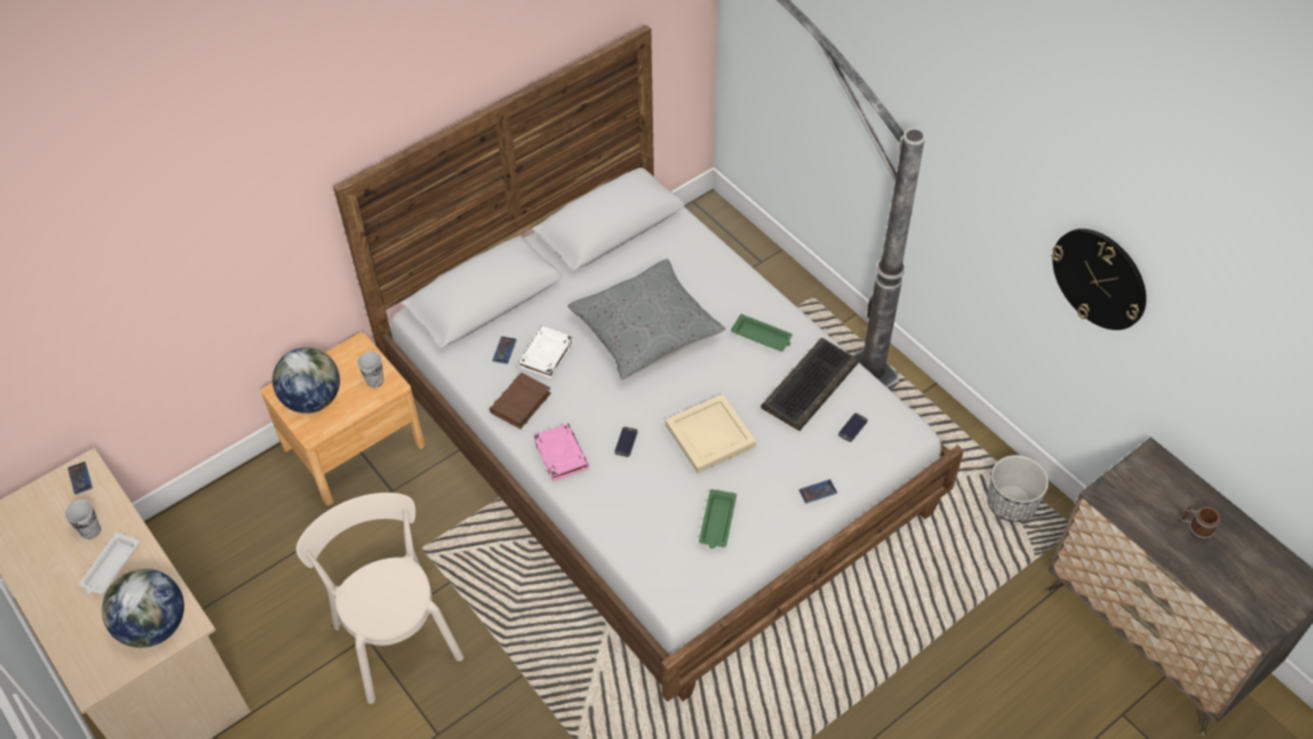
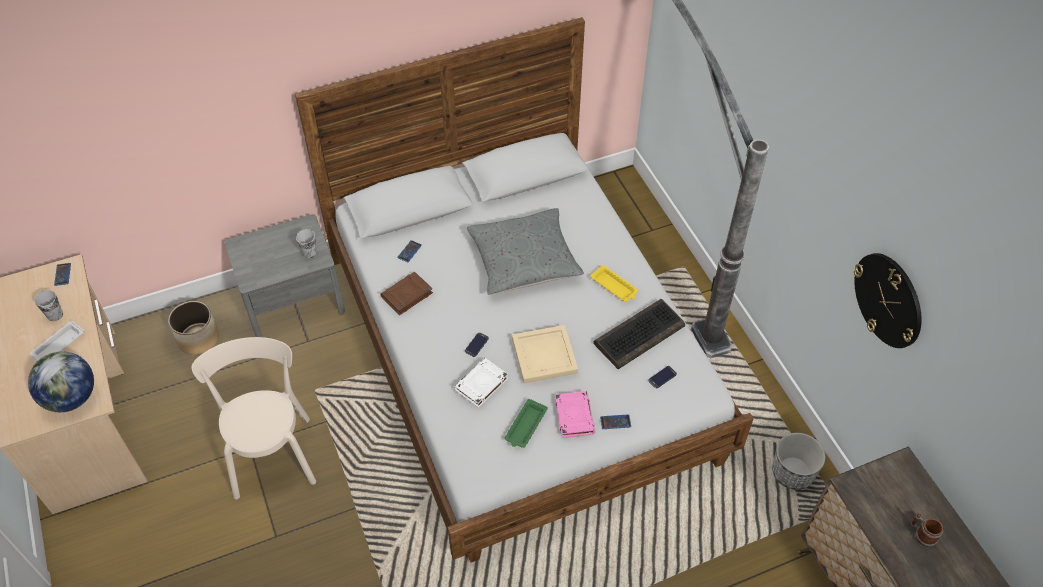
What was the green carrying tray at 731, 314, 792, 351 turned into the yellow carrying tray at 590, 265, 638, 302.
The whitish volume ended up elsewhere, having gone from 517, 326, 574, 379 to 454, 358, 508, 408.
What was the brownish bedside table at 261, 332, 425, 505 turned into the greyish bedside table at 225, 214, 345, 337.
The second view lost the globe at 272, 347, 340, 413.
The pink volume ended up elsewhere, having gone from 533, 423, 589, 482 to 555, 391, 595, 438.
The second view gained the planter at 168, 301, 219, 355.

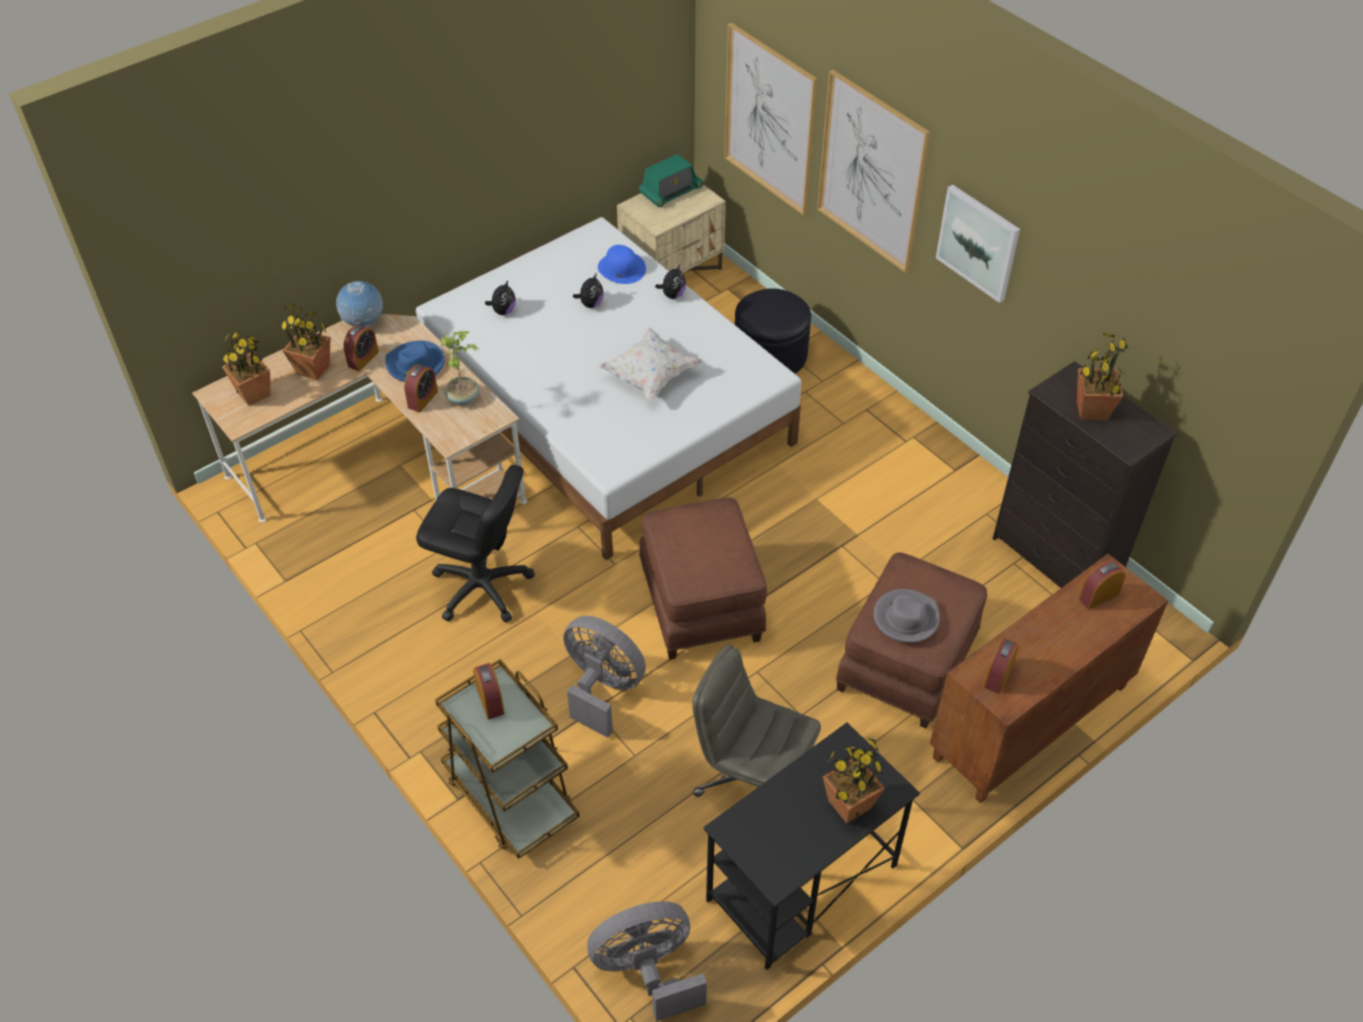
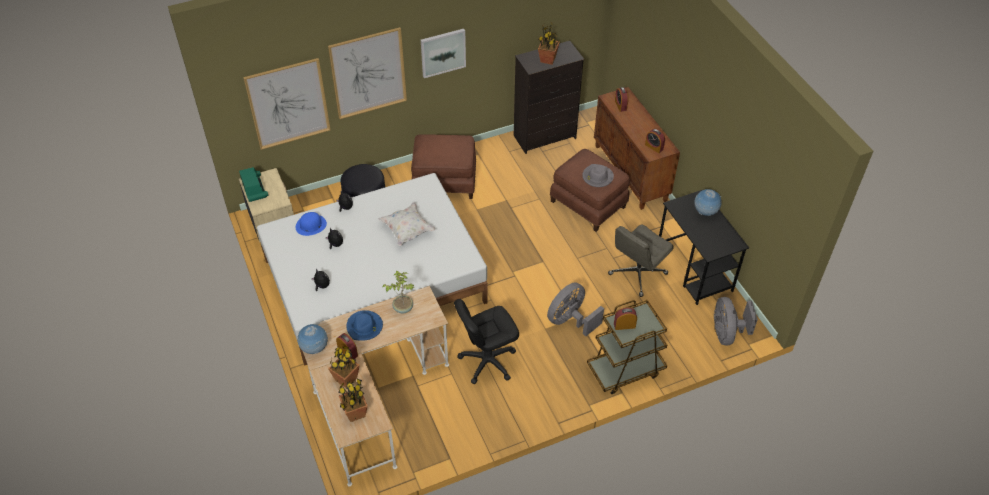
The second view lost the bedside clock at 404, 364, 438, 412.
The black computer chair at 416, 465, 535, 622 ended up facing another way, 150 degrees counterclockwise from before.
The brownish pouffe ended up elsewhere, having gone from 639, 497, 767, 660 to 411, 134, 476, 199.
Where the houseplant stood at 822, 738, 885, 824, the globe came to stand at 694, 189, 722, 216.

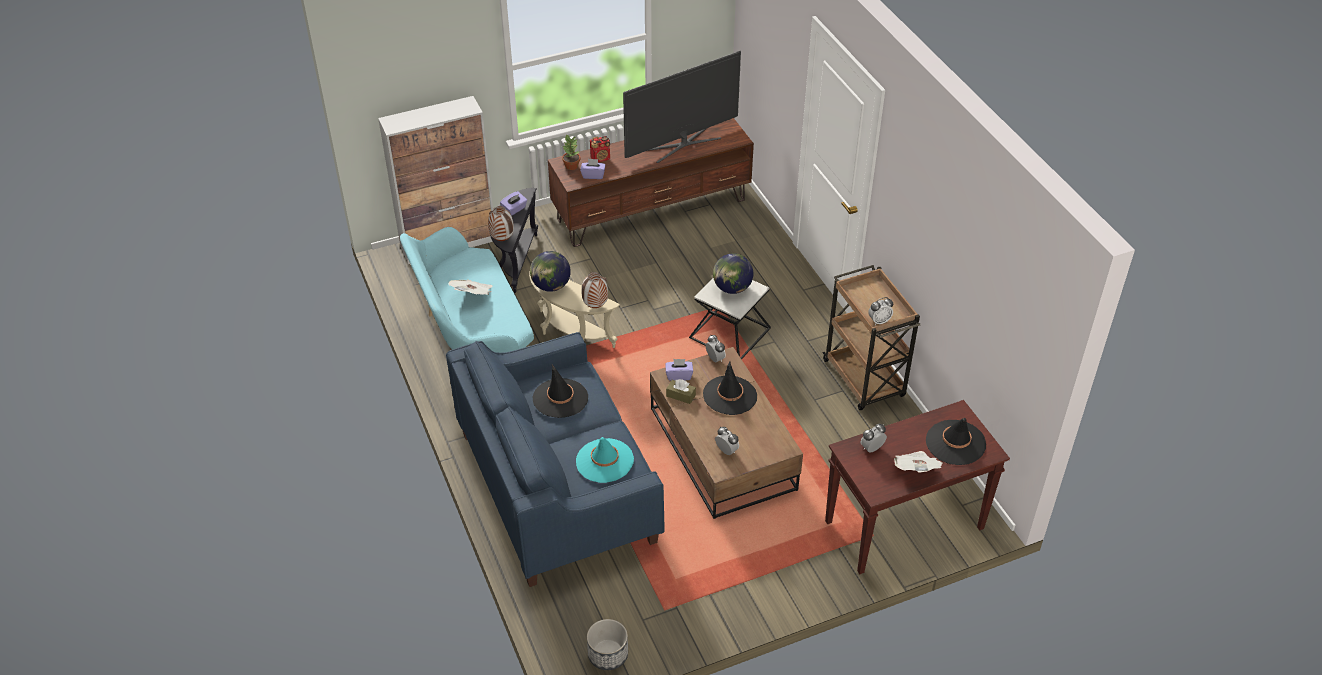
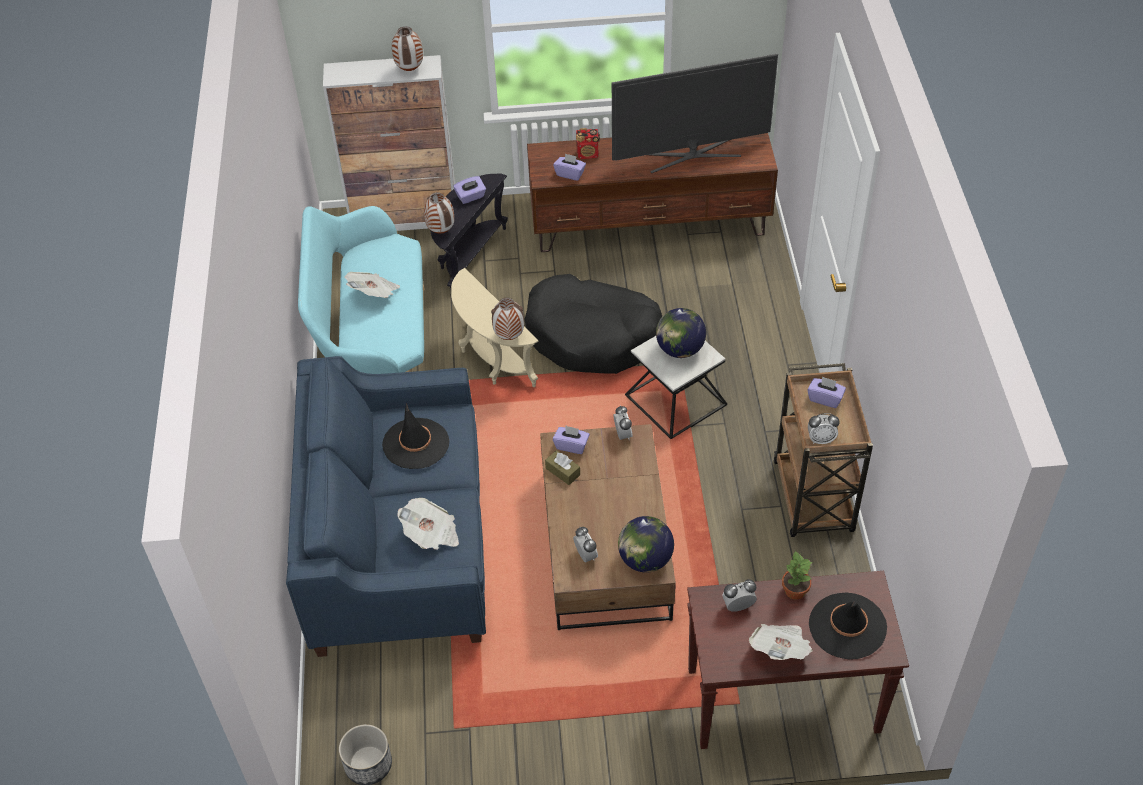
The houseplant ended up elsewhere, having gone from 562, 135, 580, 170 to 782, 551, 812, 600.
The globe ended up elsewhere, having gone from 530, 251, 571, 292 to 618, 516, 674, 573.
The second view lost the black wearable hat at 703, 361, 757, 415.
Where the turquoise-coloured wearable hat stood at 576, 437, 634, 483, the daily paper came to stand at 397, 498, 459, 550.
The second view gained the flower vase at 392, 26, 423, 71.
The second view gained the black pet bed at 525, 274, 662, 374.
The second view gained the purple-coloured tissue box at 808, 376, 846, 408.

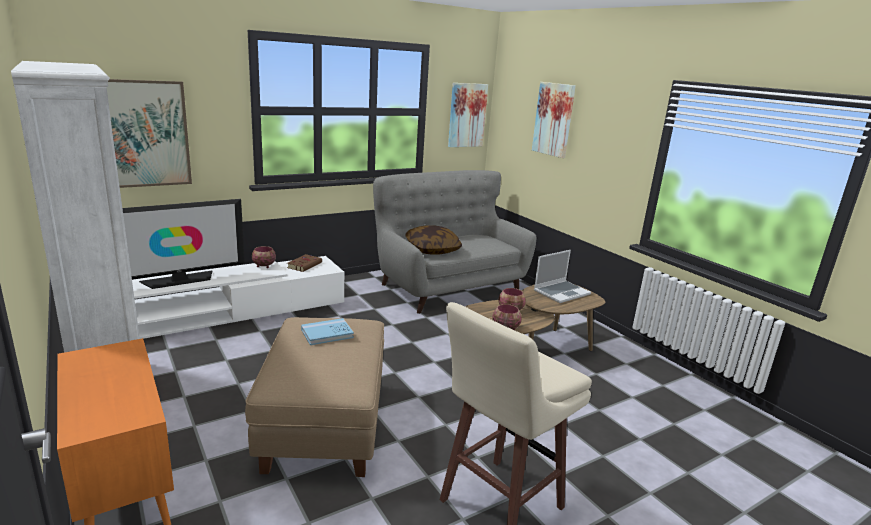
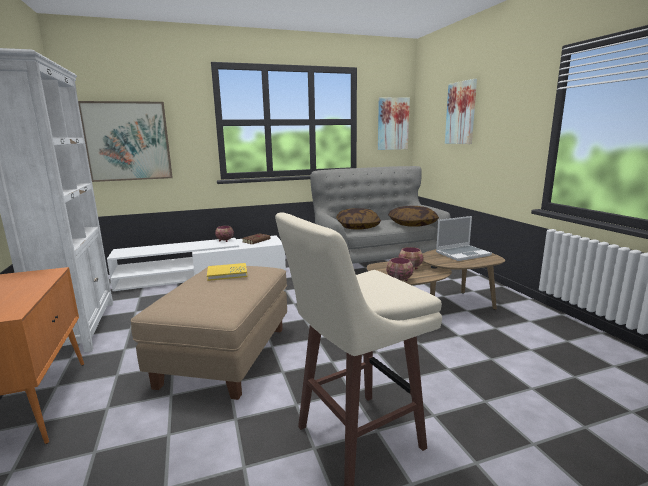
The second view lost the television at 122, 199, 245, 289.
What was the blue volume at 301, 318, 354, 345 turned into the yellow volume at 207, 263, 247, 281.
The second view gained the pillow at 388, 206, 439, 227.

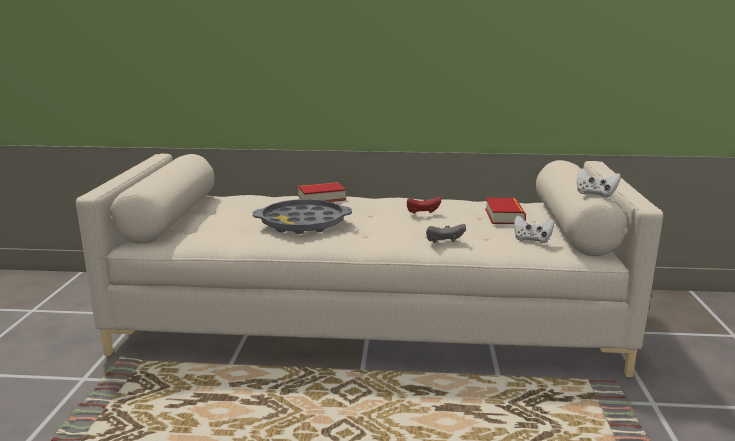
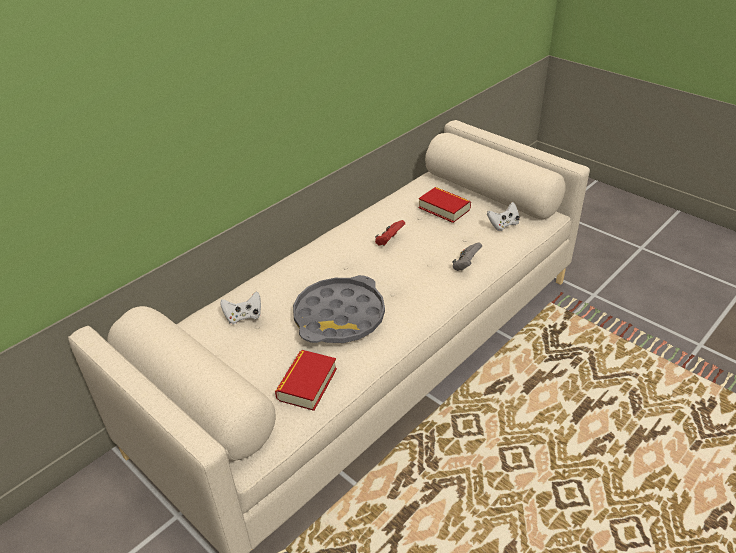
The whitish joypad ended up elsewhere, having gone from 577, 168, 621, 197 to 220, 291, 261, 324.
The volume ended up elsewhere, having gone from 298, 182, 346, 202 to 275, 350, 337, 411.

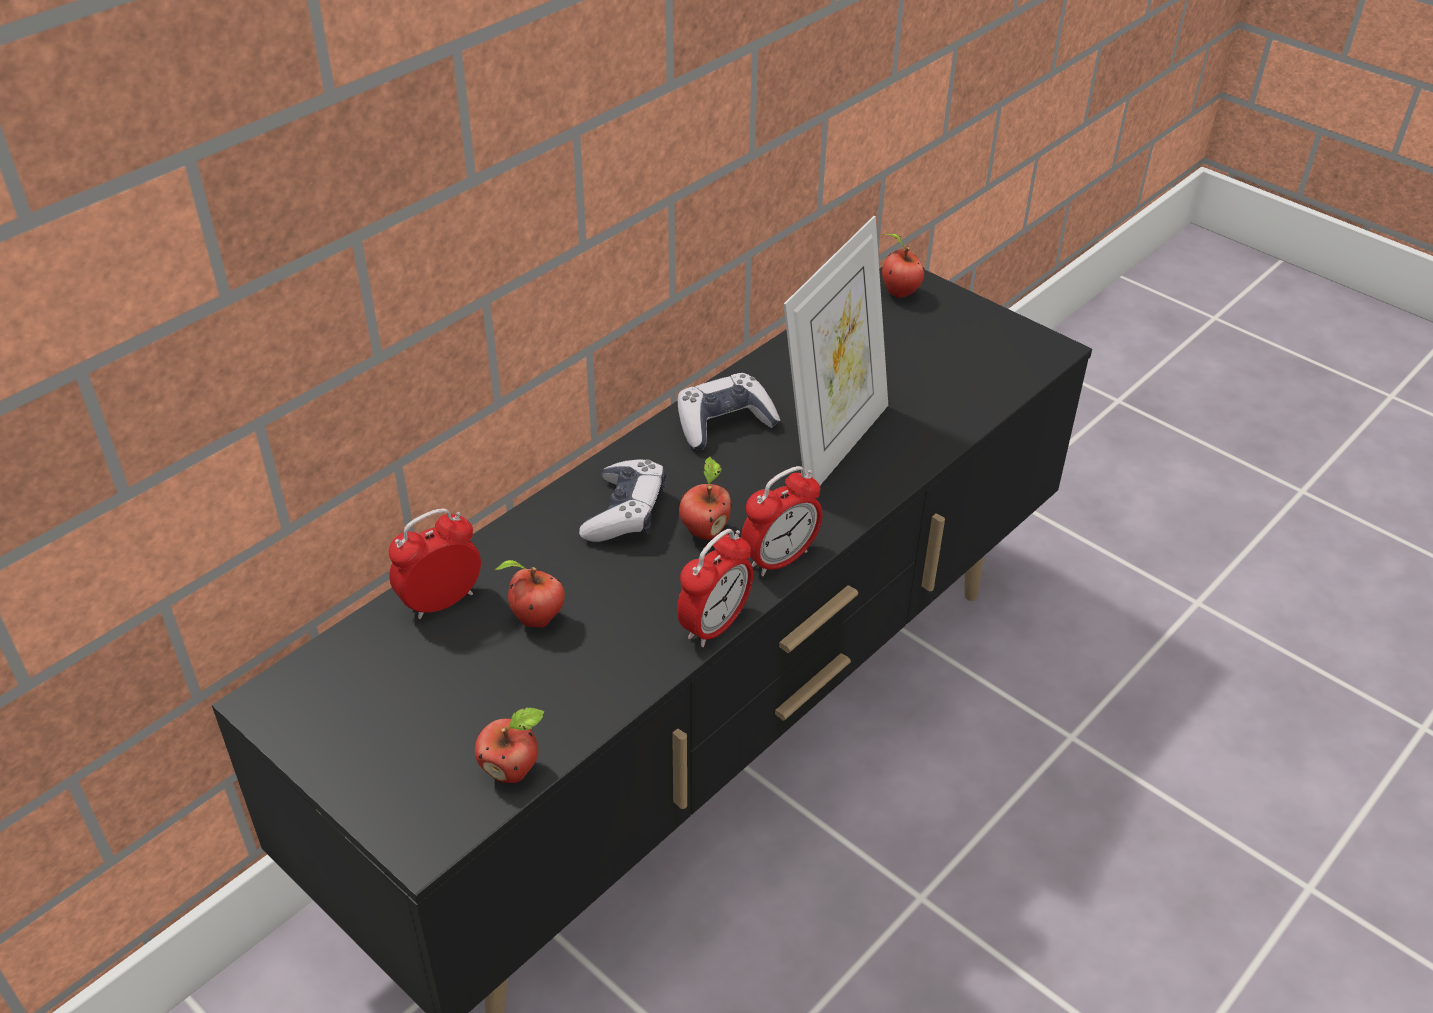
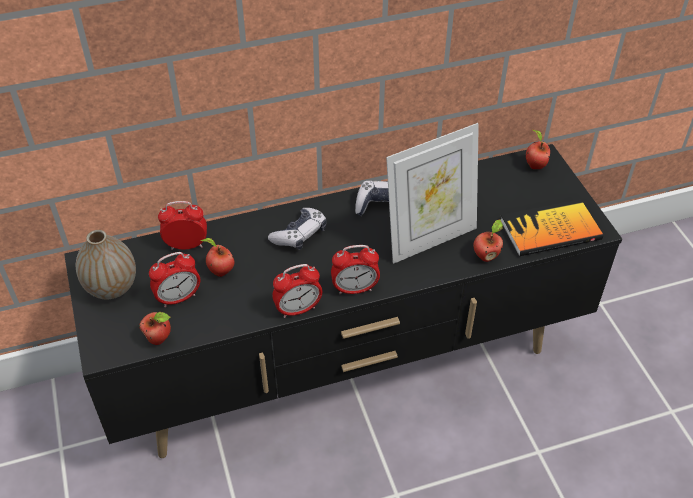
The apple fruit ended up elsewhere, having gone from 679, 457, 732, 540 to 473, 219, 503, 262.
The second view gained the volume at 501, 199, 603, 256.
The second view gained the flower vase at 76, 230, 136, 299.
The second view gained the bedside clock at 149, 252, 200, 307.

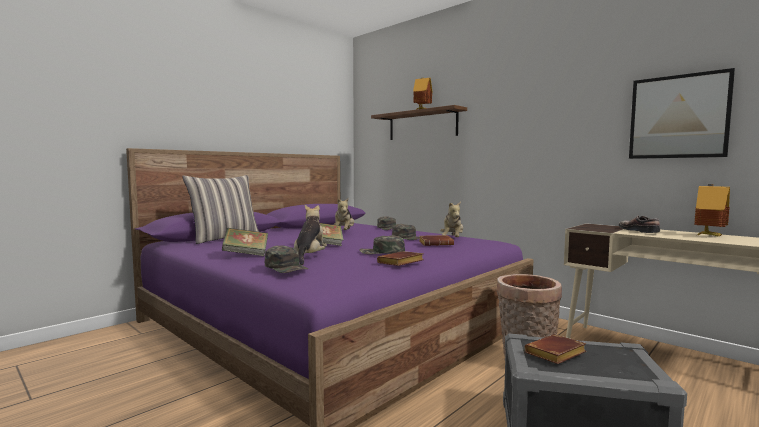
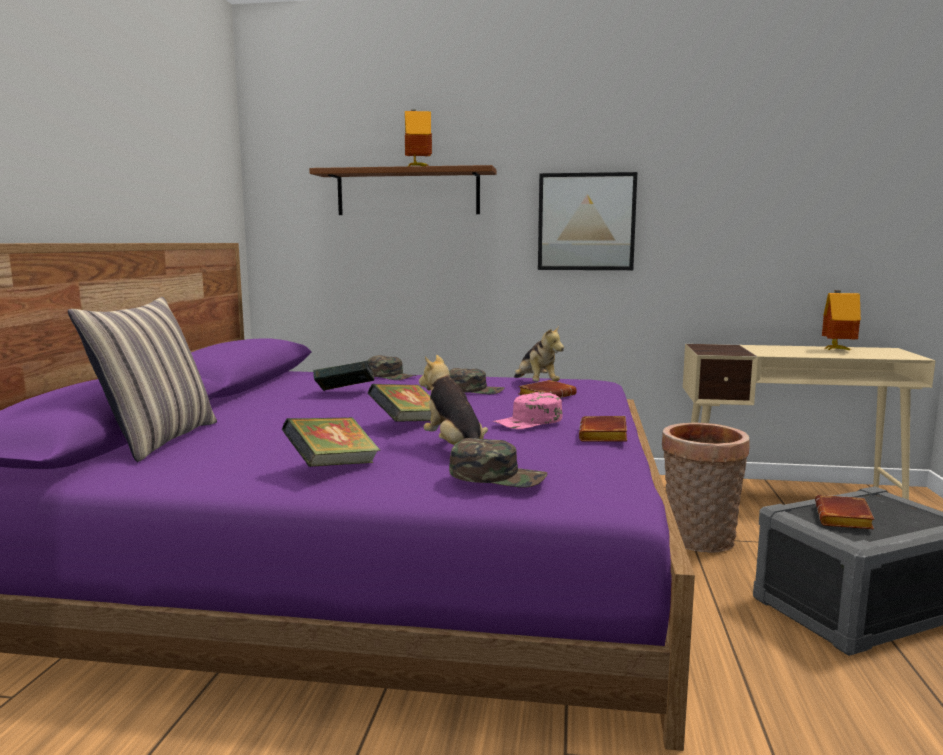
The picture ended up elsewhere, having gone from 629, 68, 735, 159 to 538, 172, 637, 270.
Where the plush toy stood at 334, 198, 354, 230, the volume came to stand at 313, 361, 374, 391.
The second view lost the low shoe at 619, 215, 660, 233.
What was the green cap at 359, 235, 405, 254 turned into the pink cap at 493, 392, 563, 429.

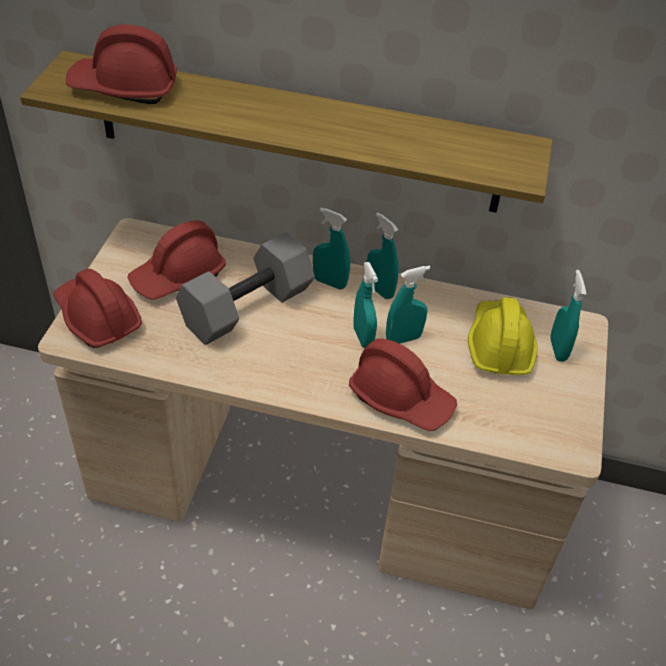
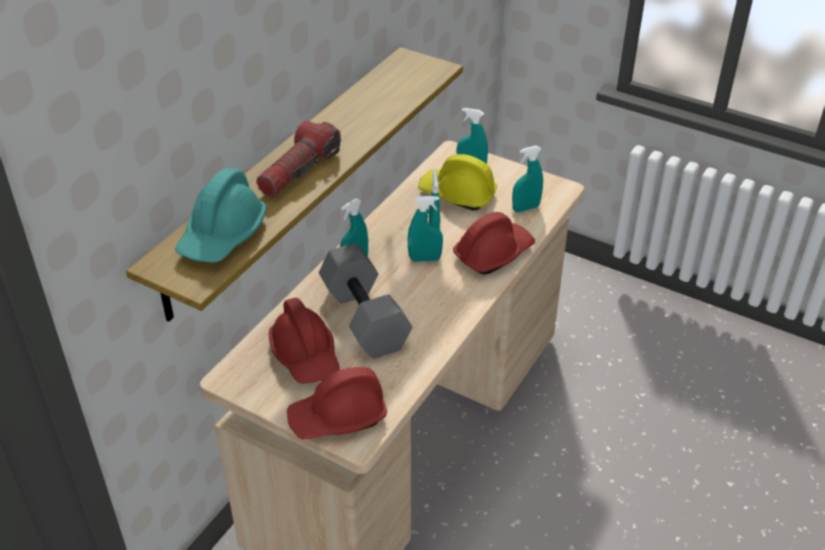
What was the red hard hat at 66, 25, 177, 104 turned into the turquoise-coloured hard hat at 175, 168, 267, 262.
The turquoise-coloured sprayer ended up elsewhere, having gone from 367, 213, 399, 299 to 512, 146, 543, 212.
The second view gained the flashlight at 256, 121, 341, 197.

